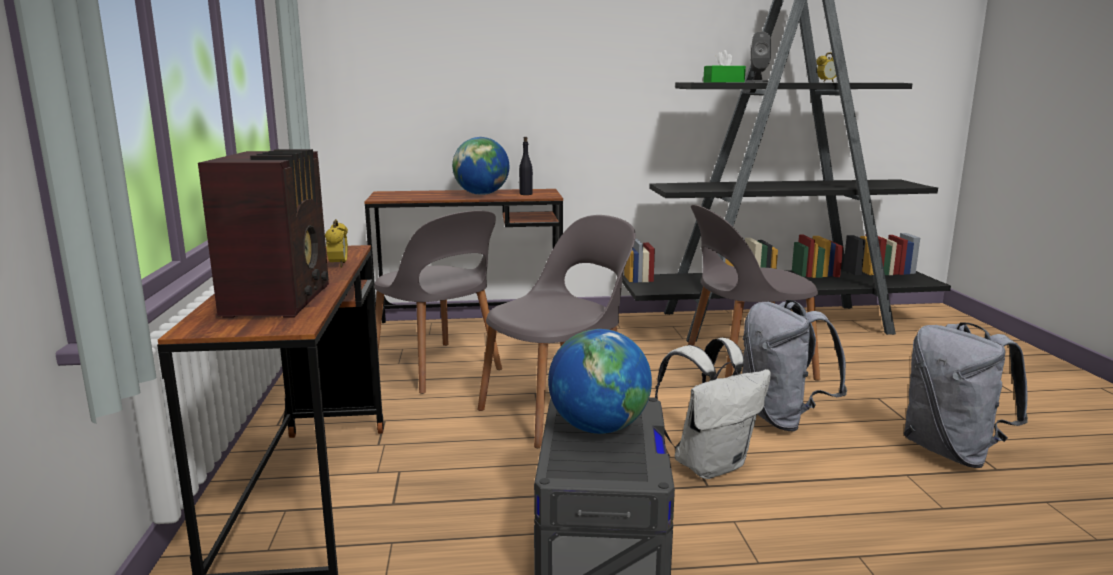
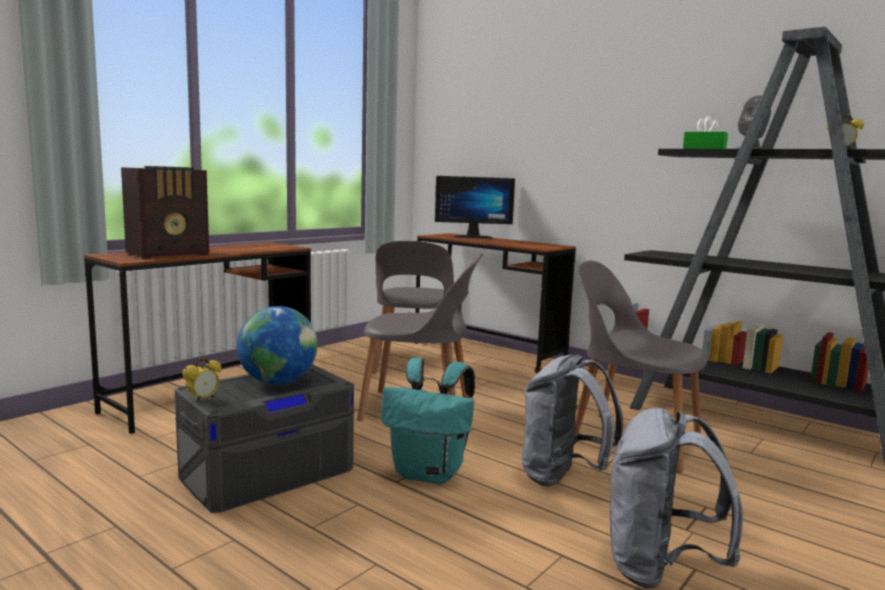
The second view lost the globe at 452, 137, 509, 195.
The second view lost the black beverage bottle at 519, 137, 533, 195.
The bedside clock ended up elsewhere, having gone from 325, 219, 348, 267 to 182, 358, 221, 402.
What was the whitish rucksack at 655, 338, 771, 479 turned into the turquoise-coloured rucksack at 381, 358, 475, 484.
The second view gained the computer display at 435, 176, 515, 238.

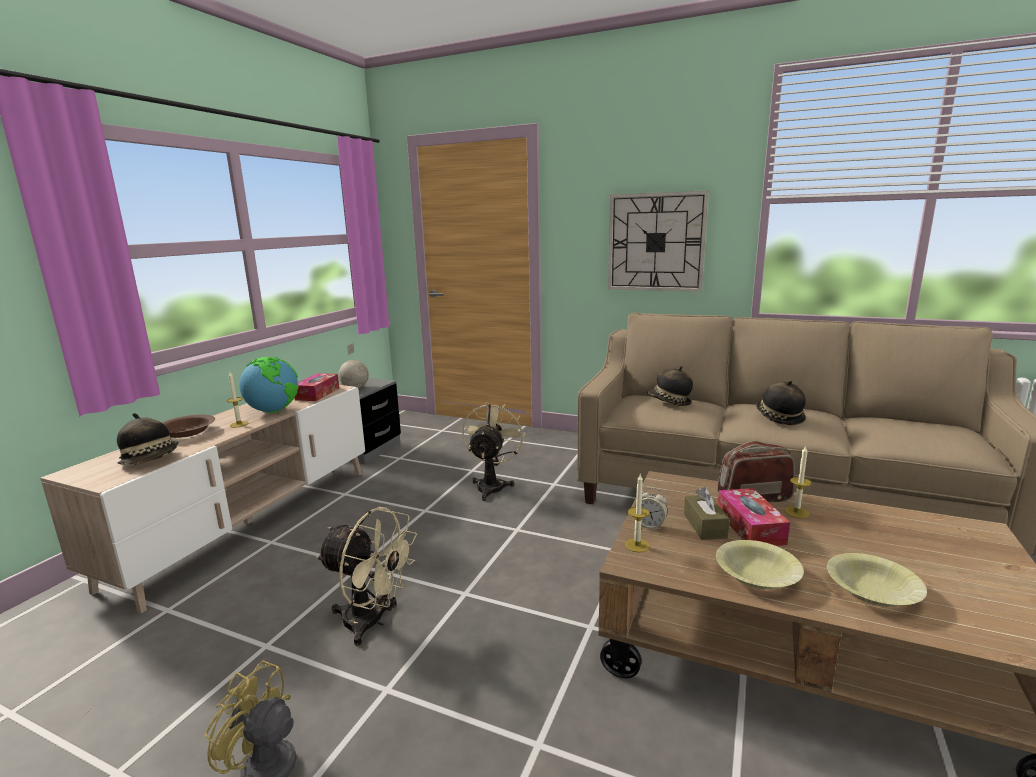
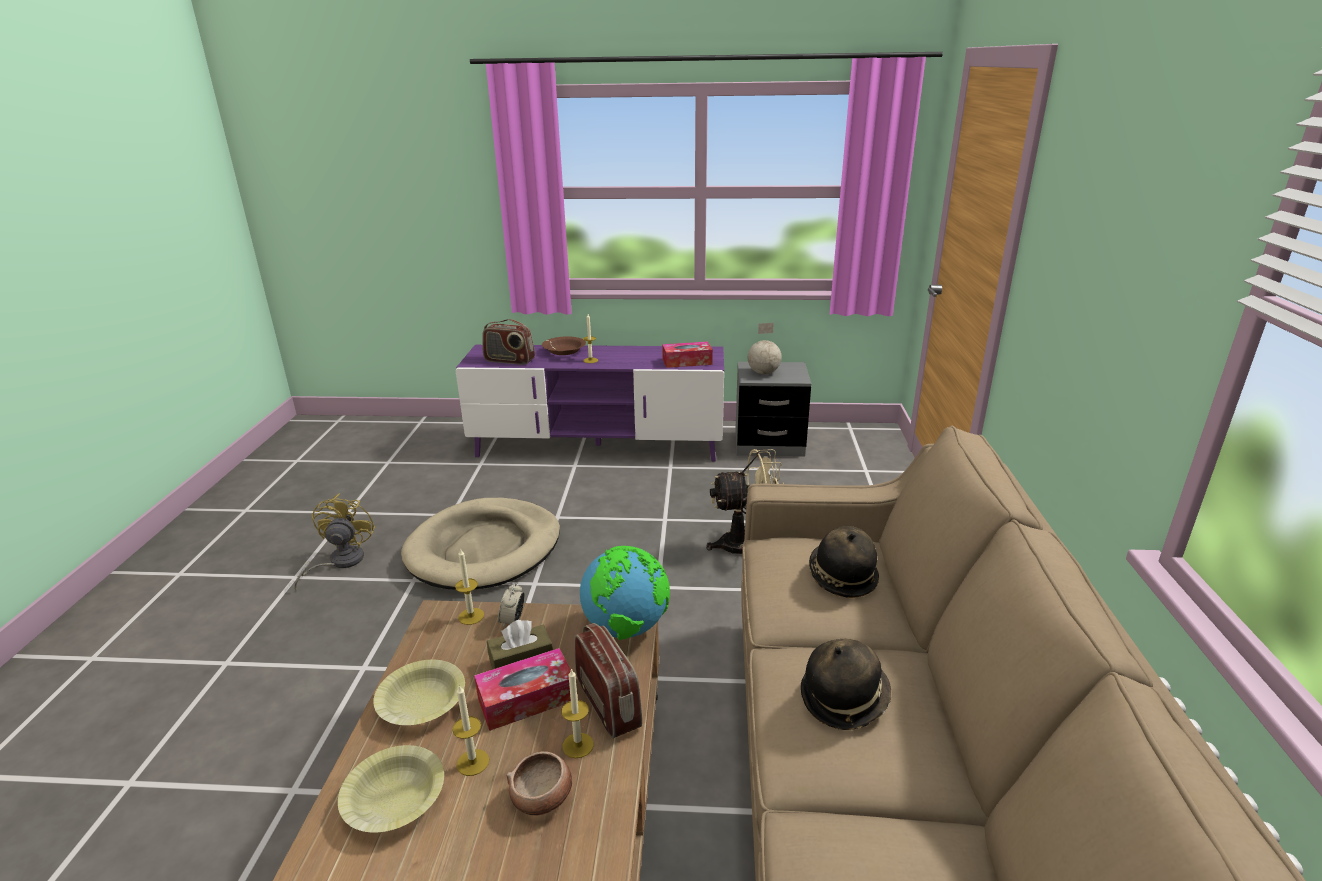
The second view lost the hanging clock at 608, 191, 709, 292.
The globe ended up elsewhere, having gone from 239, 357, 298, 413 to 580, 546, 670, 640.
What was the sand-coloured tv stand at 40, 385, 365, 614 turned into the purple-coloured tv stand at 456, 345, 724, 461.
Where the wearable hat stood at 117, 413, 179, 466, the radio came to stand at 482, 319, 535, 365.
Where the sand-coloured cooling fan stood at 316, 507, 417, 646, the sand-coloured pet bed came to stand at 401, 498, 560, 589.
The second view gained the wax candle at 452, 685, 489, 776.
The second view gained the deep dish at 506, 752, 572, 816.

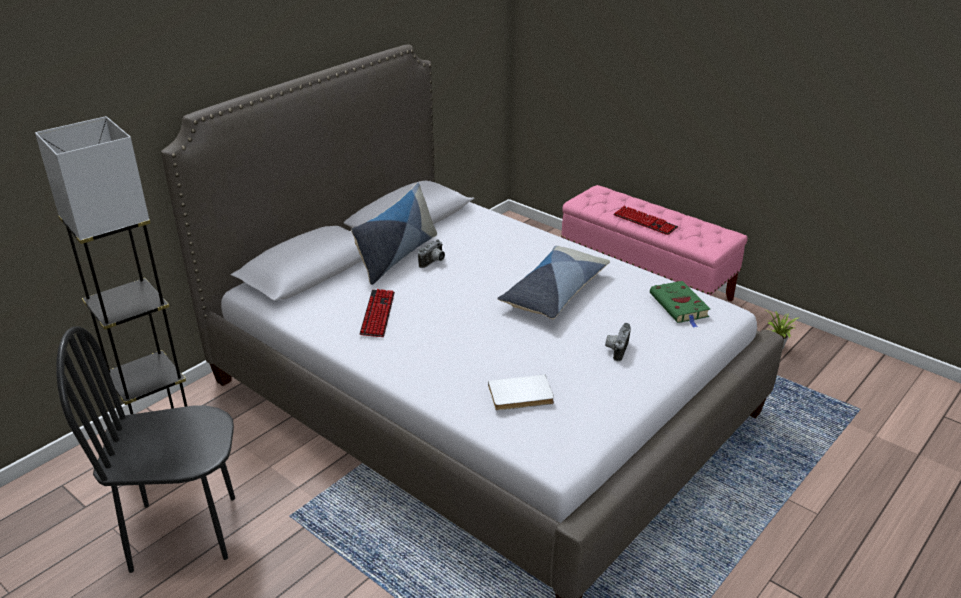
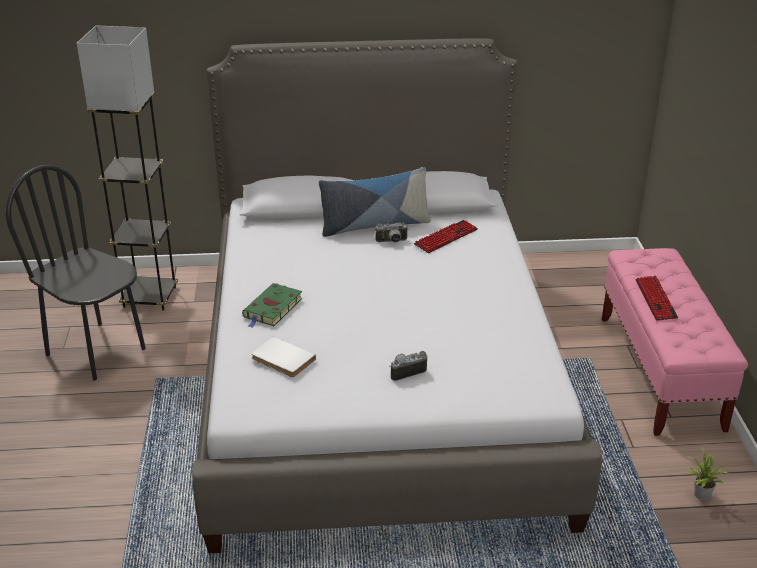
The second view lost the pillow at 497, 246, 610, 319.
The green volume ended up elsewhere, having gone from 650, 281, 710, 327 to 242, 283, 302, 328.
The computer keyboard ended up elsewhere, having gone from 360, 289, 395, 337 to 414, 220, 478, 253.

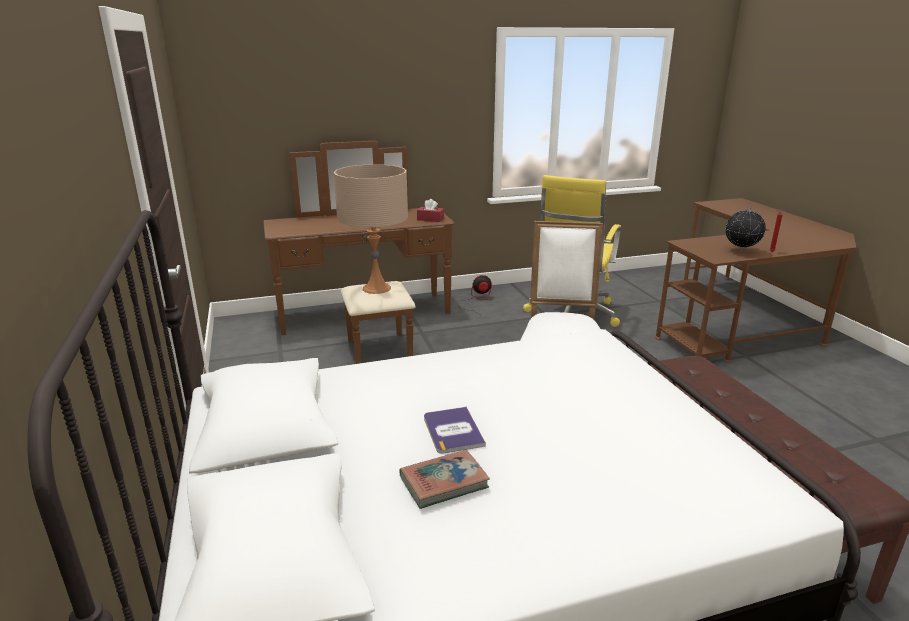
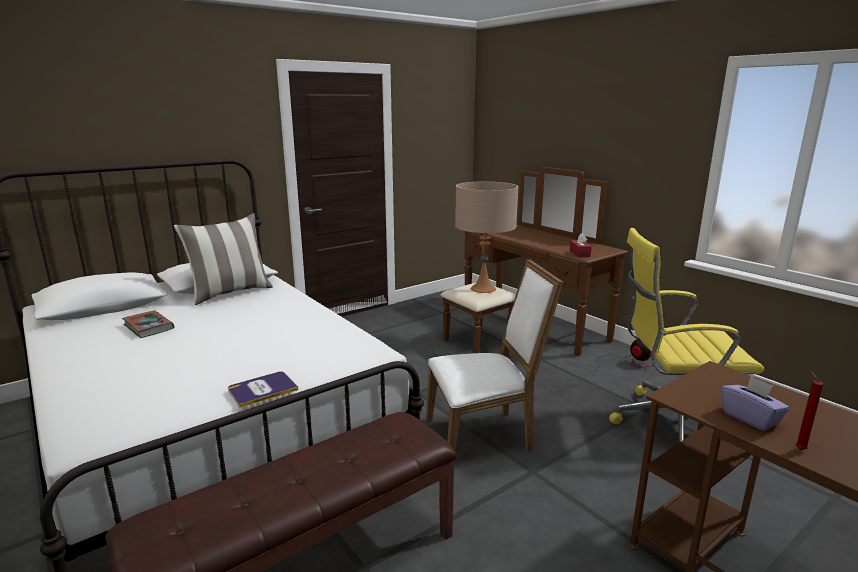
Where the globe stood at 725, 206, 766, 252, the purple-coloured tissue box came to stand at 721, 376, 790, 431.
The volume ended up elsewhere, having gone from 424, 407, 486, 454 to 228, 371, 298, 408.
The second view gained the pillow at 174, 213, 273, 305.

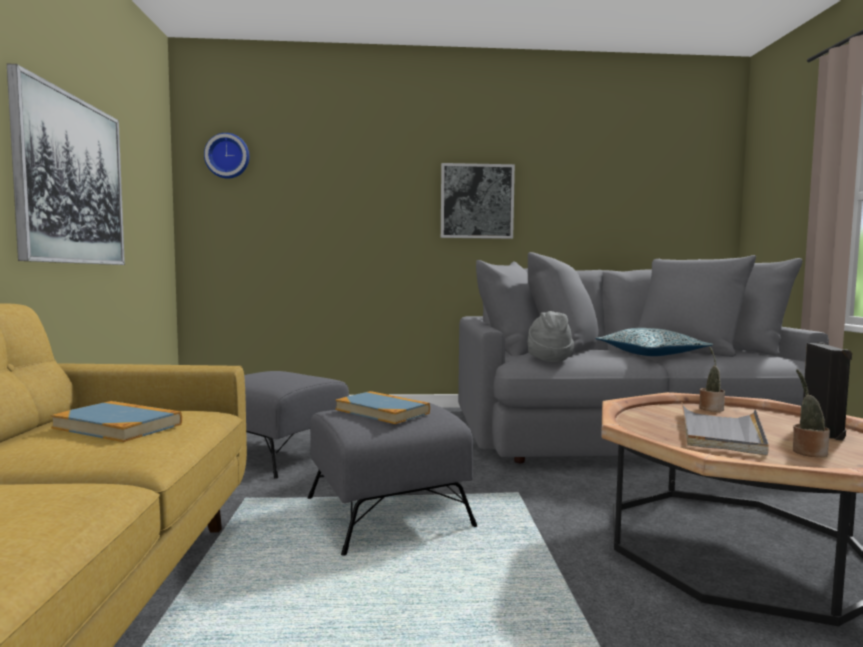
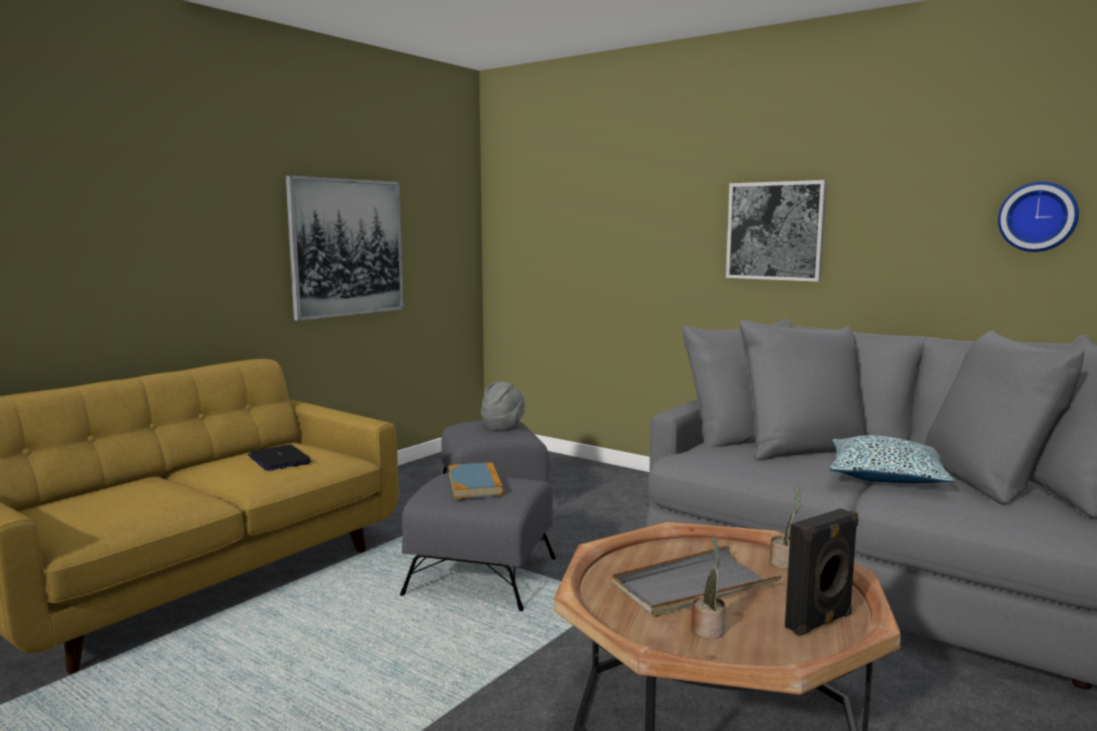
The hanging clock ended up elsewhere, having gone from 204, 133, 249, 179 to 998, 182, 1079, 252.
The greyish wearable hat ended up elsewhere, having gone from 528, 311, 574, 362 to 481, 381, 525, 430.
Where the volume stood at 51, 401, 182, 442, the portable computer came to stand at 248, 444, 311, 471.

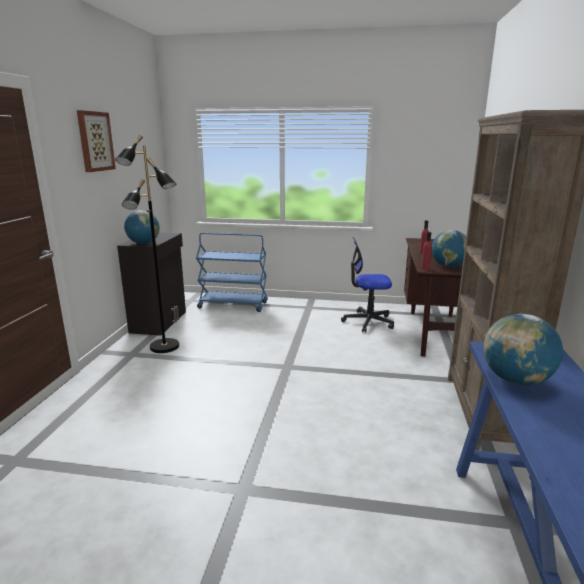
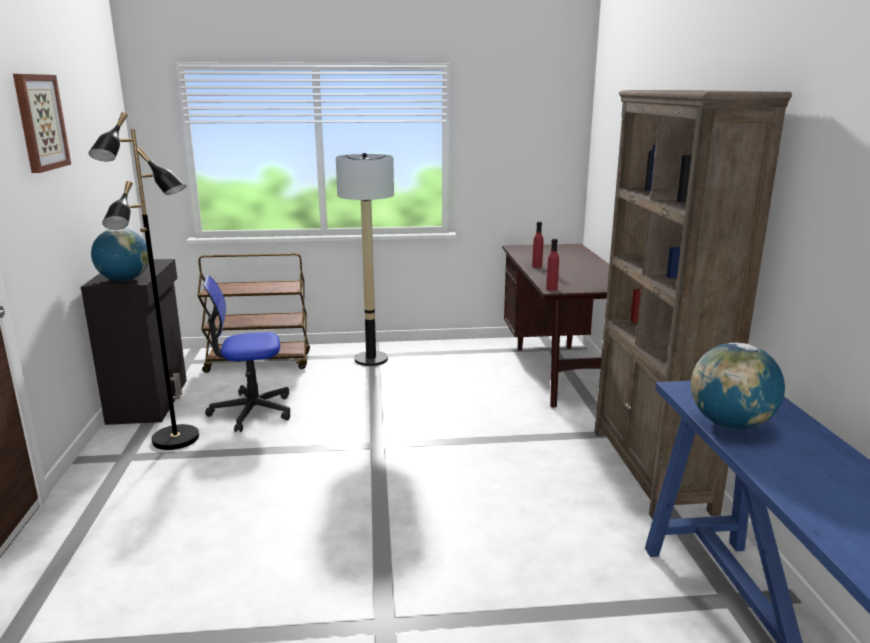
The second view lost the globe at 432, 230, 466, 267.
What was the blue wheeled cart at 196, 233, 268, 312 turned into the brownish wheeled cart at 197, 253, 310, 373.
The computer chair ended up elsewhere, having gone from 341, 237, 394, 333 to 203, 275, 290, 432.
The second view gained the standing lamp at 336, 153, 394, 366.

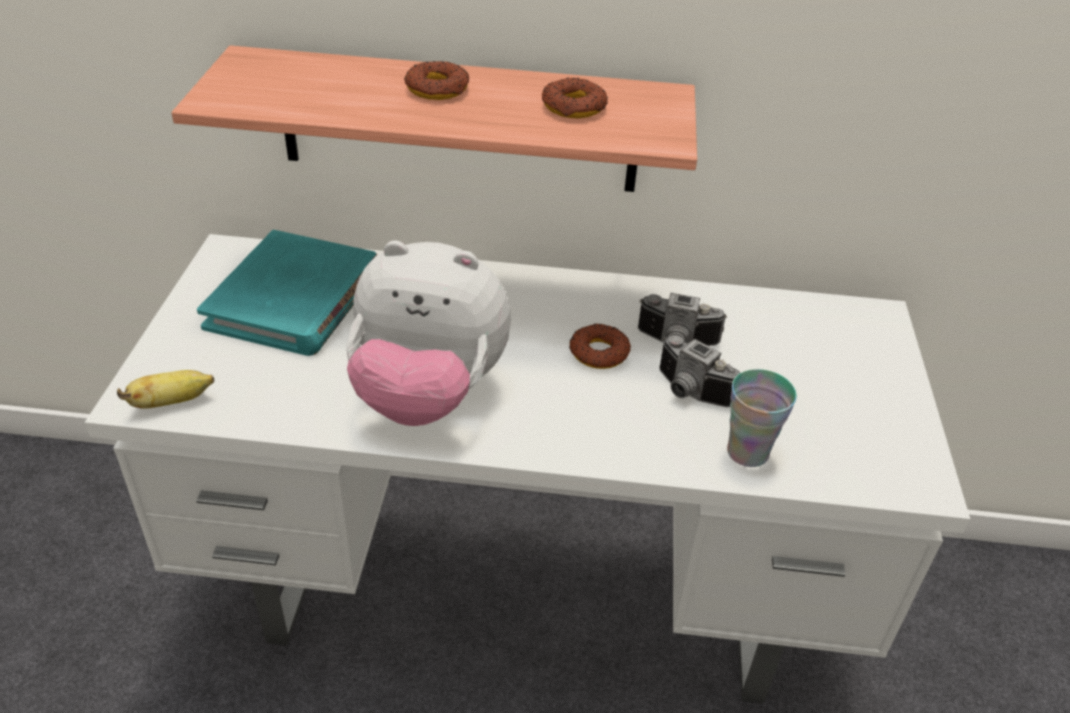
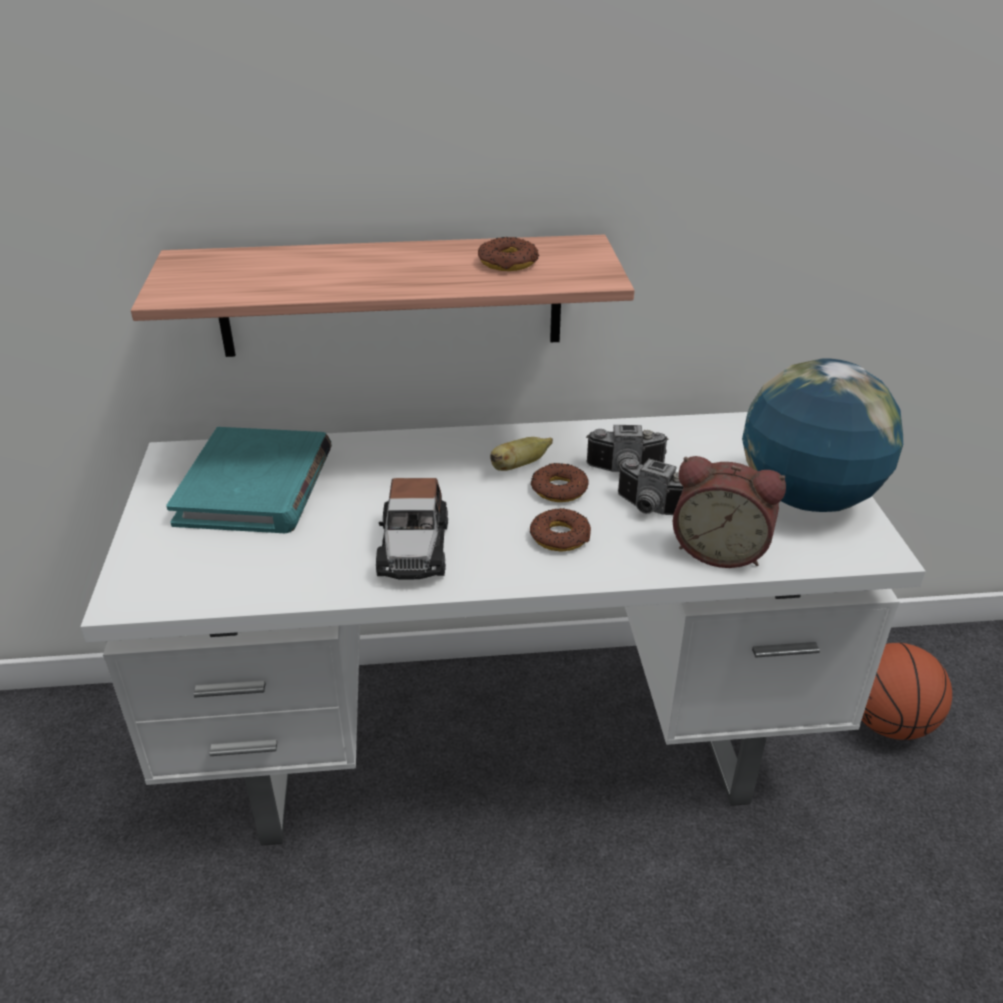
The ring doughnut ended up elsewhere, having gone from 404, 61, 469, 100 to 530, 508, 591, 552.
Where the plush toy stood at 346, 240, 511, 426, the toy car came to stand at 376, 478, 448, 579.
Where the cup stood at 727, 369, 797, 467, the bedside clock came to stand at 673, 456, 786, 568.
The banana ended up elsewhere, having gone from 117, 370, 214, 409 to 490, 437, 553, 471.
The second view gained the globe at 742, 358, 903, 512.
The second view gained the basketball ball at 862, 643, 952, 740.

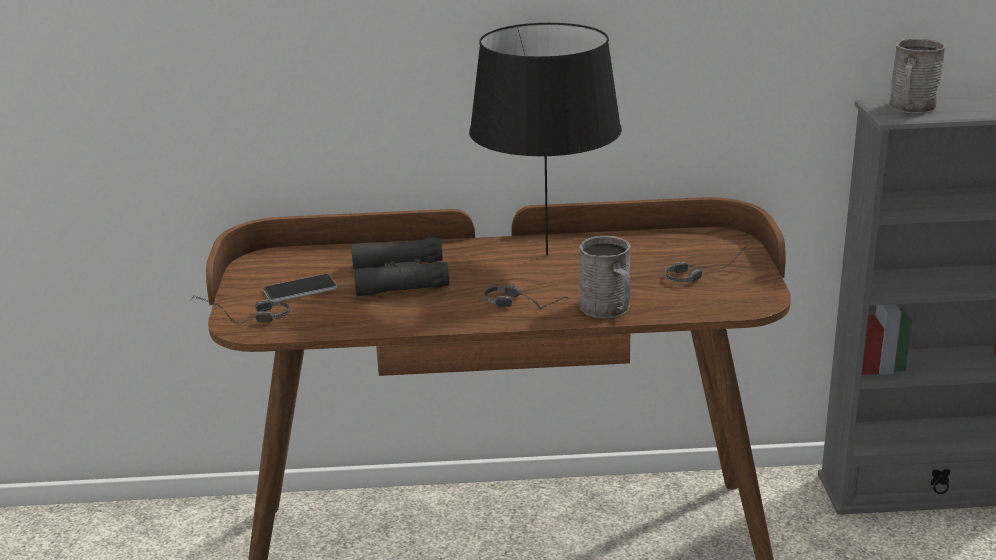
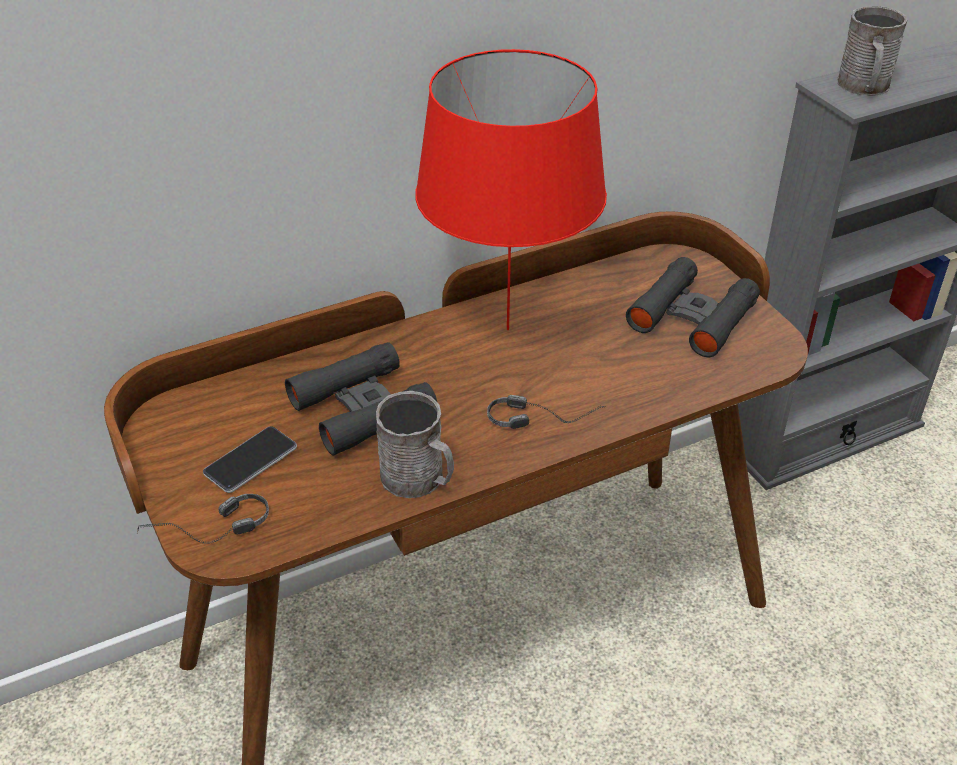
What was the black tabletop lamp at 469, 23, 622, 256 turned into the red tabletop lamp at 415, 49, 607, 330.
The greyish coffee mug ended up elsewhere, having gone from 579, 236, 631, 318 to 376, 391, 454, 498.
Where the headset stood at 665, 245, 748, 282, the black pair of binoculars came to stand at 626, 257, 760, 357.

